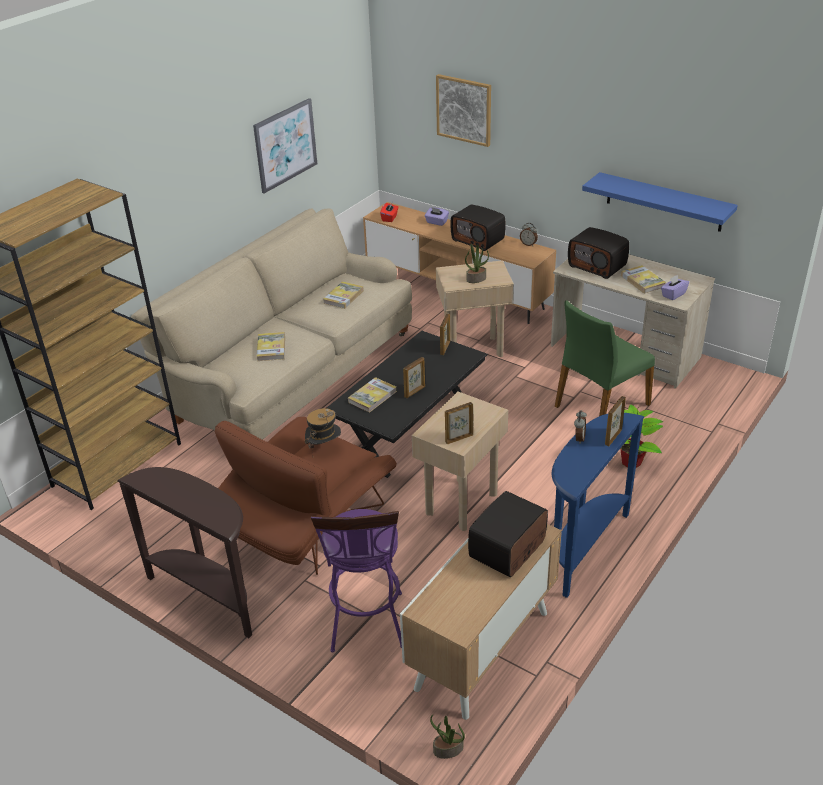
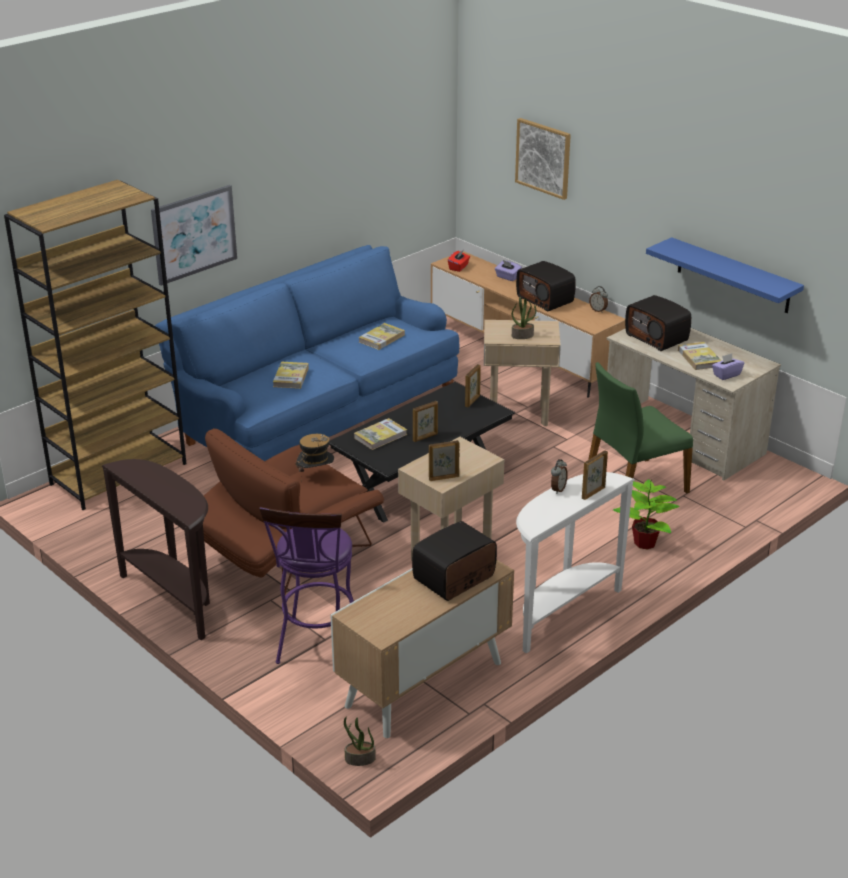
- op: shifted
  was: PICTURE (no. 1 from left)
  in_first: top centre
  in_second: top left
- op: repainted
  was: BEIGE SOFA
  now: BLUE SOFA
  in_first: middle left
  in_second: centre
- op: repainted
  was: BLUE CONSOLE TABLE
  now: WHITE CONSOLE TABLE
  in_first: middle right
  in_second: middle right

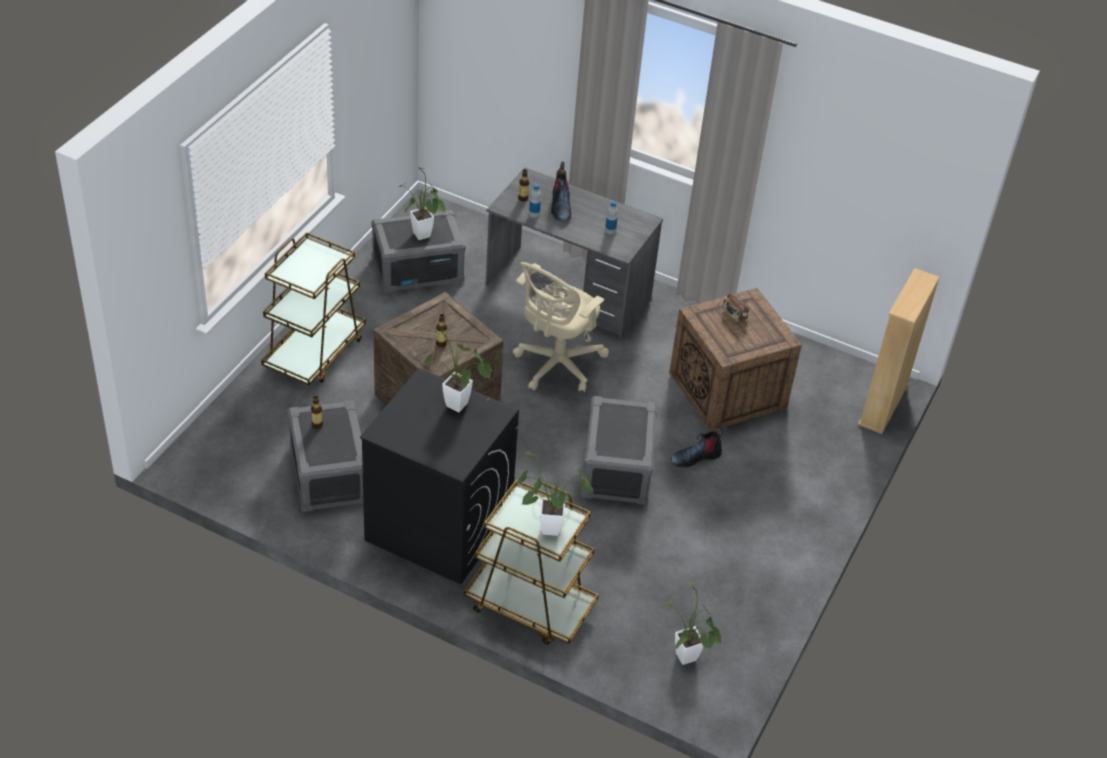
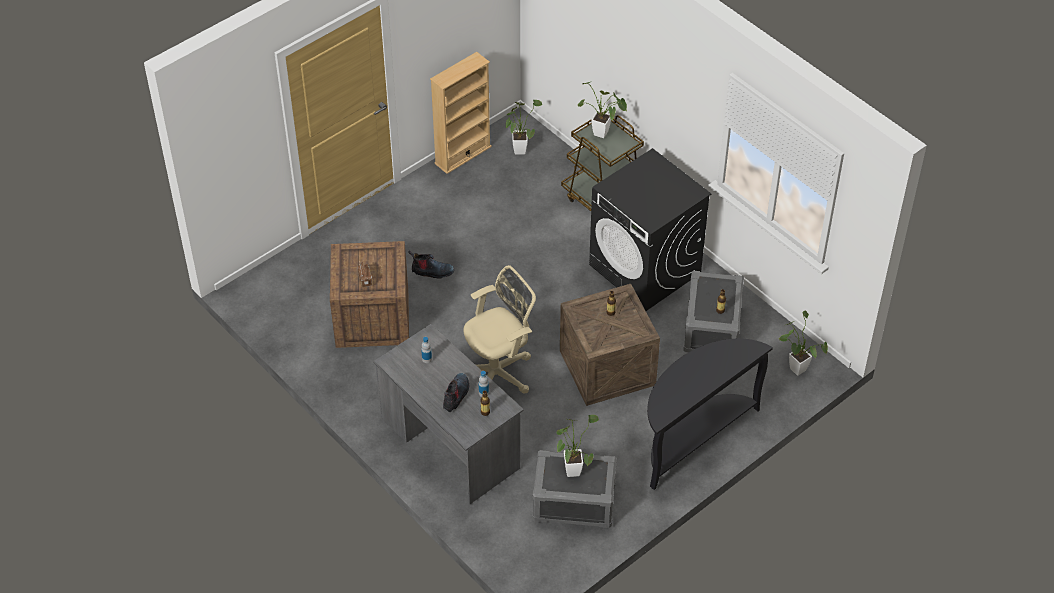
- op: shifted
  was: BEIGE BOOKCASE
  in_first: middle right
  in_second: top centre
- op: swapped
  was: BROWN CART (no. 1 from left)
  now: BLACK CONSOLE TABLE
  in_first: middle left
  in_second: bottom right
- op: shifted
  was: POTTED PLANT (no. 2 from left in the first image)
  now: POTTED PLANT (no. 4 from left)
  in_first: centre
  in_second: middle right
- op: gone
  was: GREY STORAGE BOX (no. 3 from left)
  in_first: centre

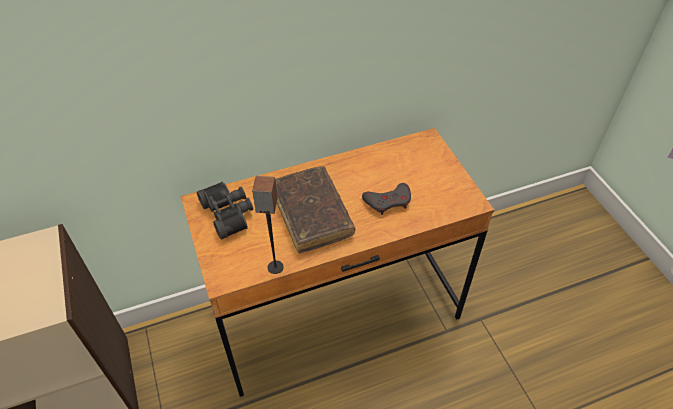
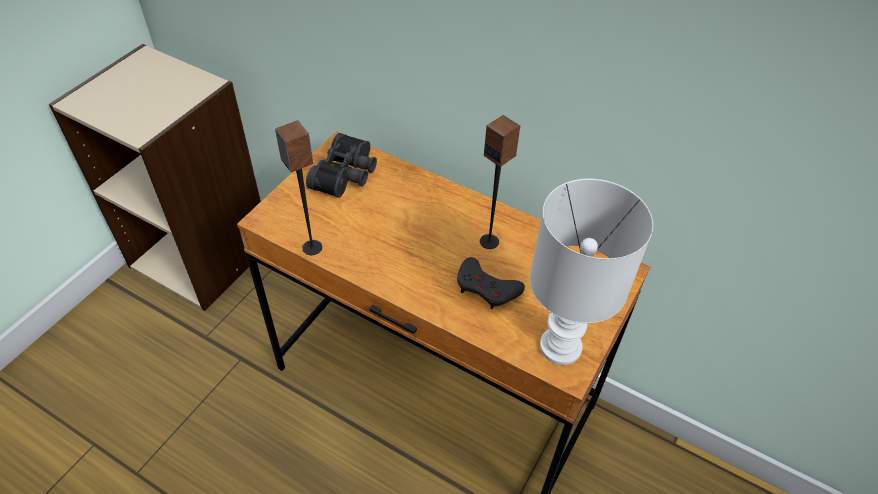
- op: new
  now: SPEAKER (no. 2 from left)
  in_second: centre
- op: new
  now: WHITE TABLE LAMP
  in_second: middle right
- op: gone
  was: BROWN BOOK
  in_first: centre

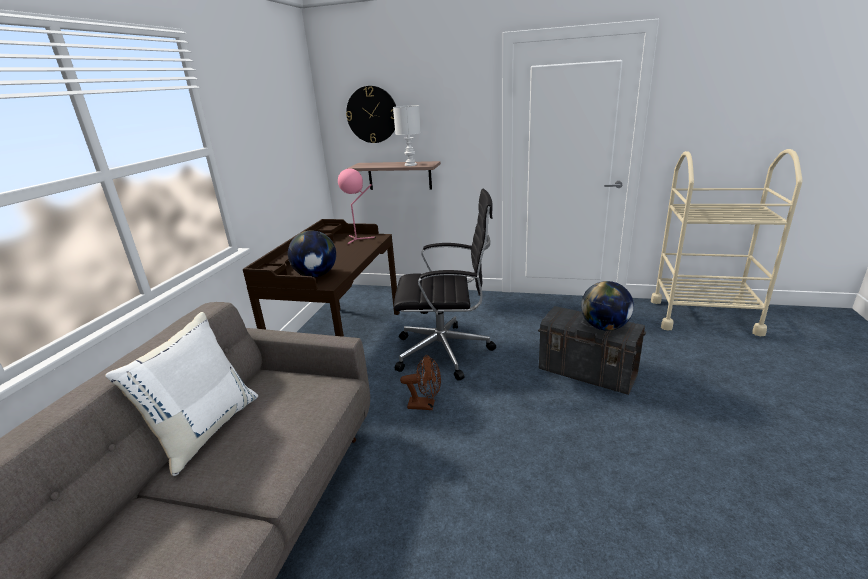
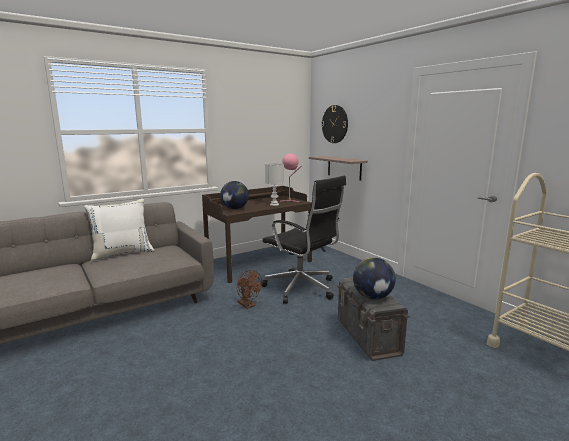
- op: shifted
  was: WHITE TABLE LAMP
  in_first: top centre
  in_second: centre

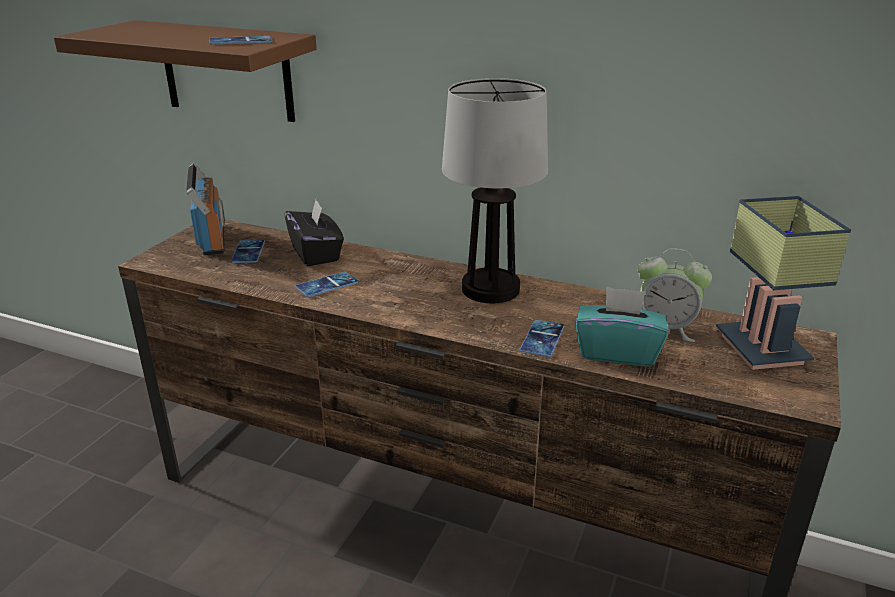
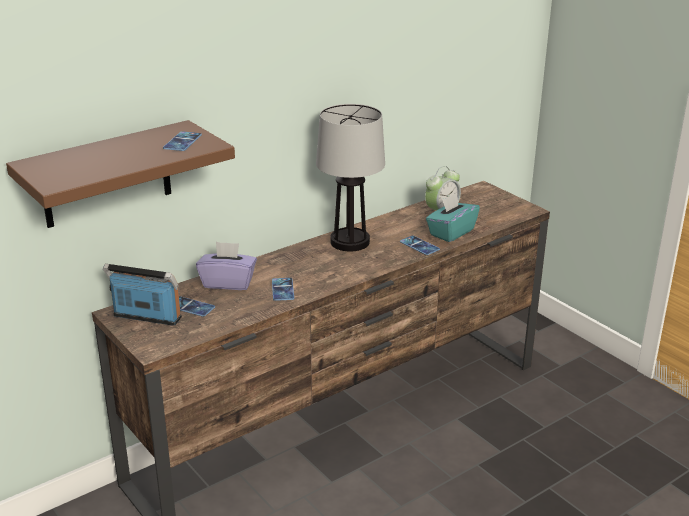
- op: repainted
  was: BLACK TISSUE BOX
  now: PURPLE TISSUE BOX
  in_first: centre
  in_second: middle left
- op: gone
  was: TABLE LAMP (no. 2 from left)
  in_first: middle right

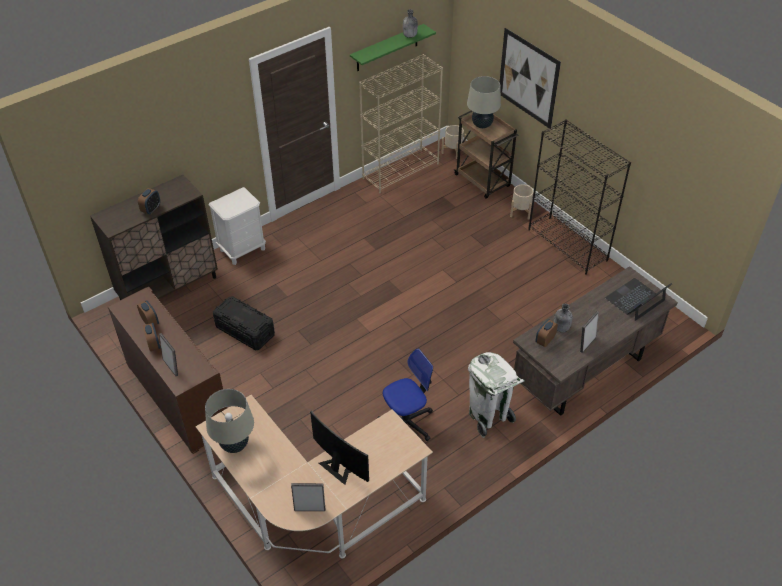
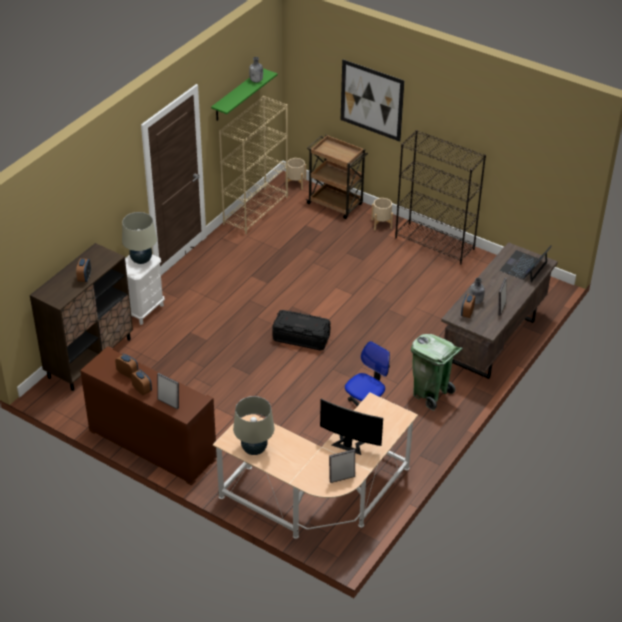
- op: shifted
  was: BEIGE TABLE LAMP (no. 2 from left in the first image)
  now: BEIGE TABLE LAMP (no. 1 from left)
  in_first: top centre
  in_second: middle left
- op: shifted
  was: BLACK STORAGE BOX
  in_first: middle left
  in_second: centre
- op: repainted
  was: WHITE TRASH CAN
  now: GREEN TRASH CAN
  in_first: bottom centre
  in_second: middle right

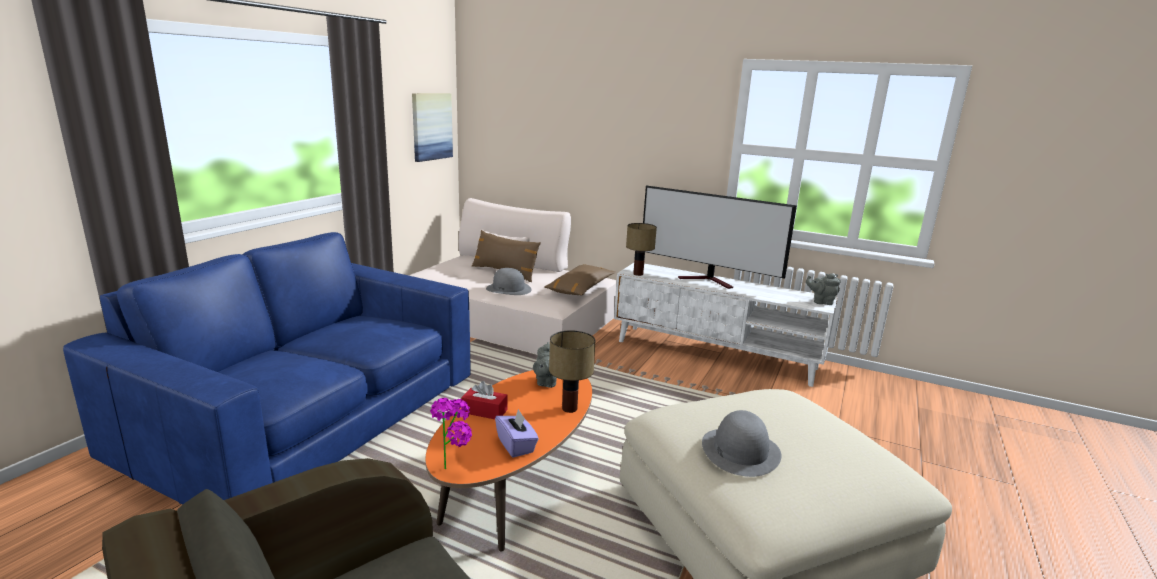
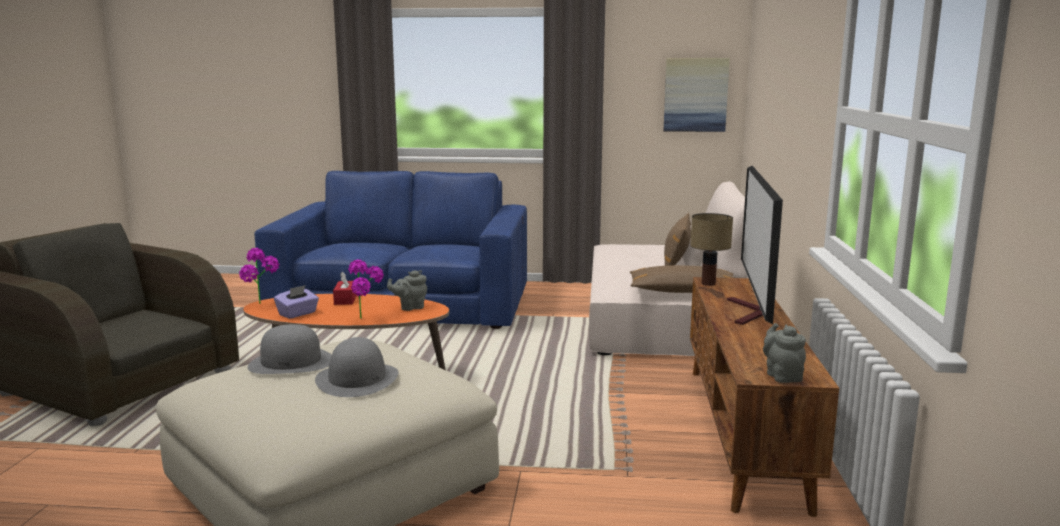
- op: shifted
  was: GREY HAT (no. 1 from left in the first image)
  now: GREY HAT (no. 2 from left)
  in_first: centre
  in_second: bottom centre
- op: swapped
  was: TABLE LAMP (no. 1 from left)
  now: POTTED PLANT (no. 2 from left)
  in_first: centre
  in_second: centre
- op: repainted
  was: WHITE TV STAND
  now: BROWN TV STAND
  in_first: centre
  in_second: bottom right

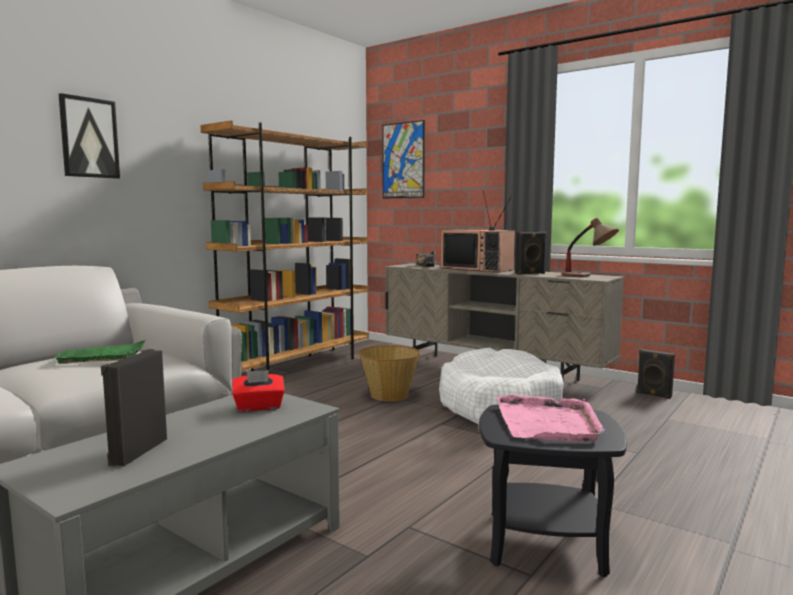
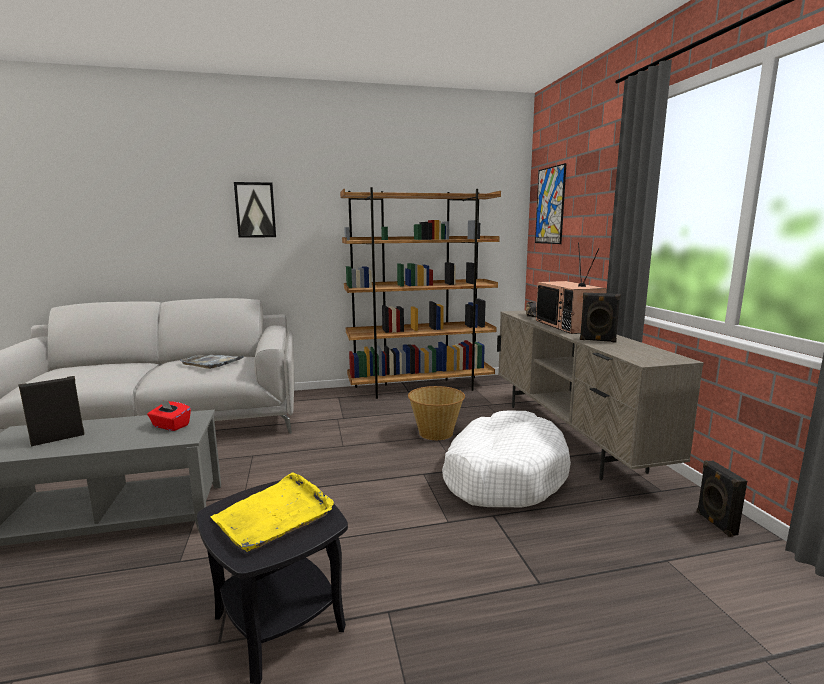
- op: repainted
  was: GREEN TRAY
  now: GREY TRAY
  in_first: middle left
  in_second: middle left
- op: repainted
  was: PINK TRAY
  now: YELLOW TRAY
  in_first: bottom right
  in_second: bottom left
- op: gone
  was: TABLE LAMP
  in_first: middle right

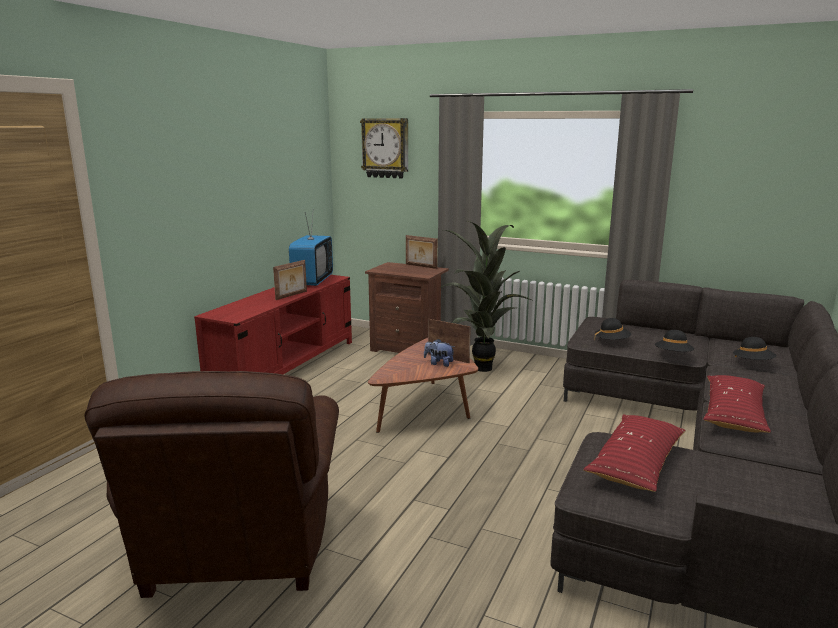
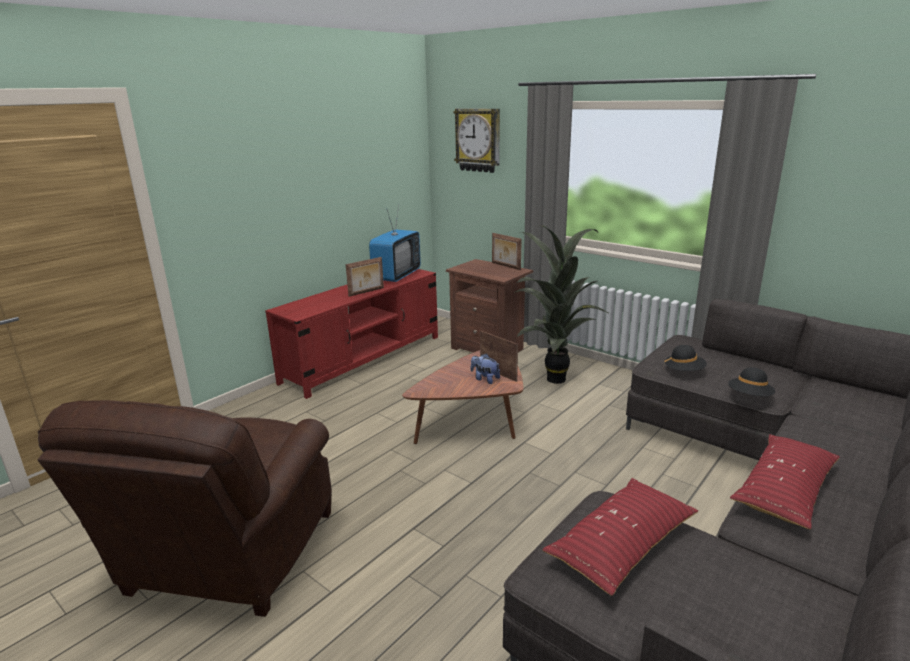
- op: gone
  was: BLACK HAT (no. 3 from left)
  in_first: middle right

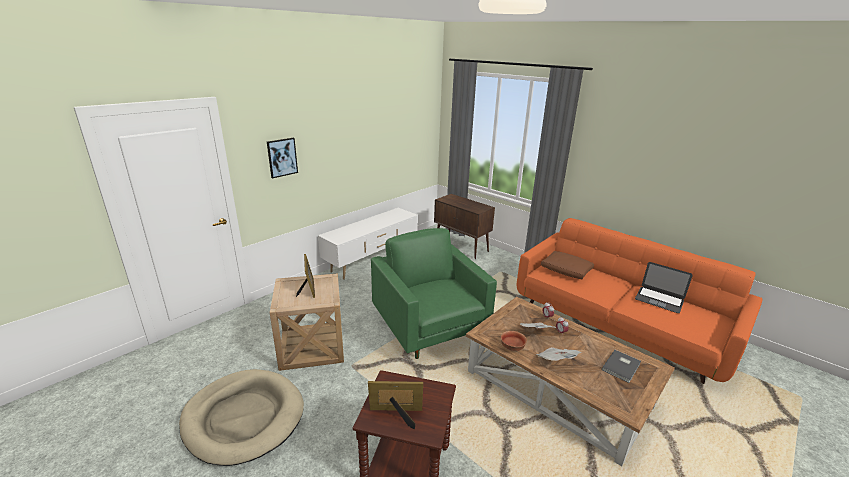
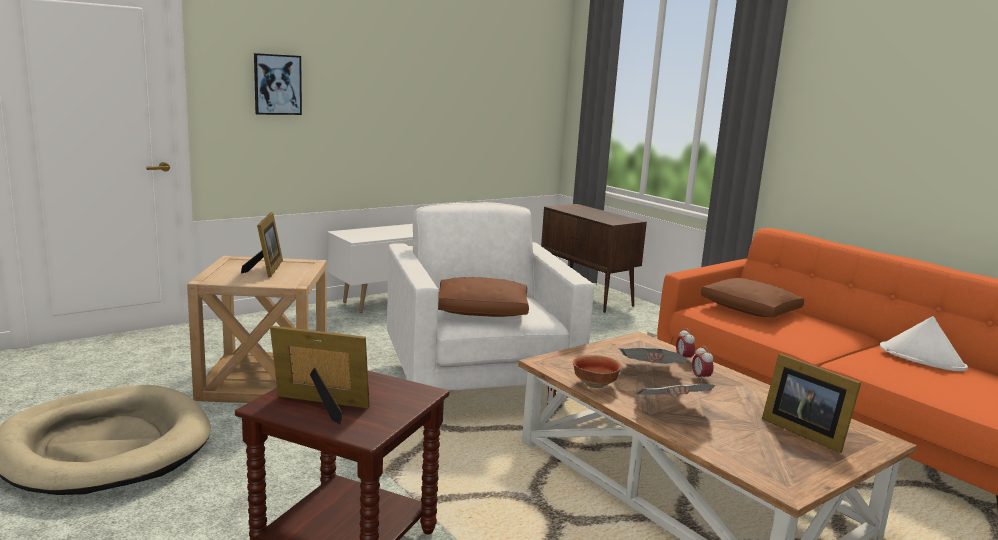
- op: repainted
  was: GREEN ARMCHAIR
  now: WHITE ARMCHAIR
  in_first: centre
  in_second: centre
- op: new
  now: BROWN PILLOW (no. 1 from left)
  in_second: centre
- op: swapped
  was: GREY BOOK
  now: PICTURE FRAME (no. 3 from left)
  in_first: bottom right
  in_second: bottom right
- op: swapped
  was: LAPTOP
  now: WHITE HAT
  in_first: middle right
  in_second: middle right

